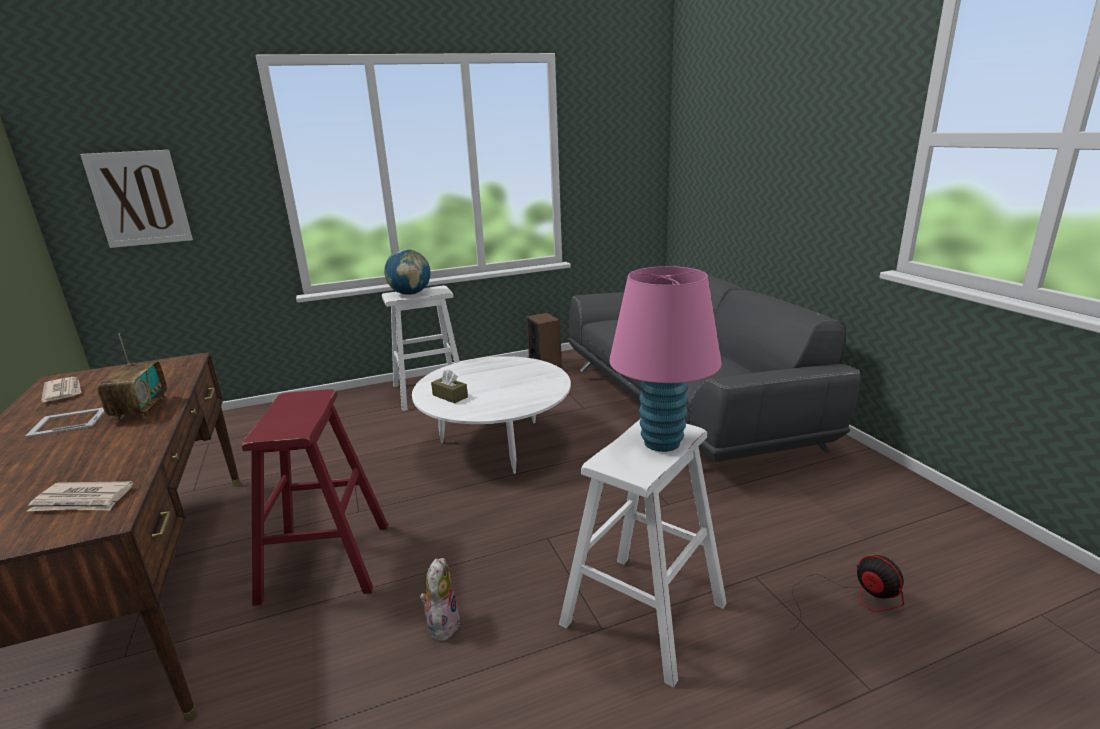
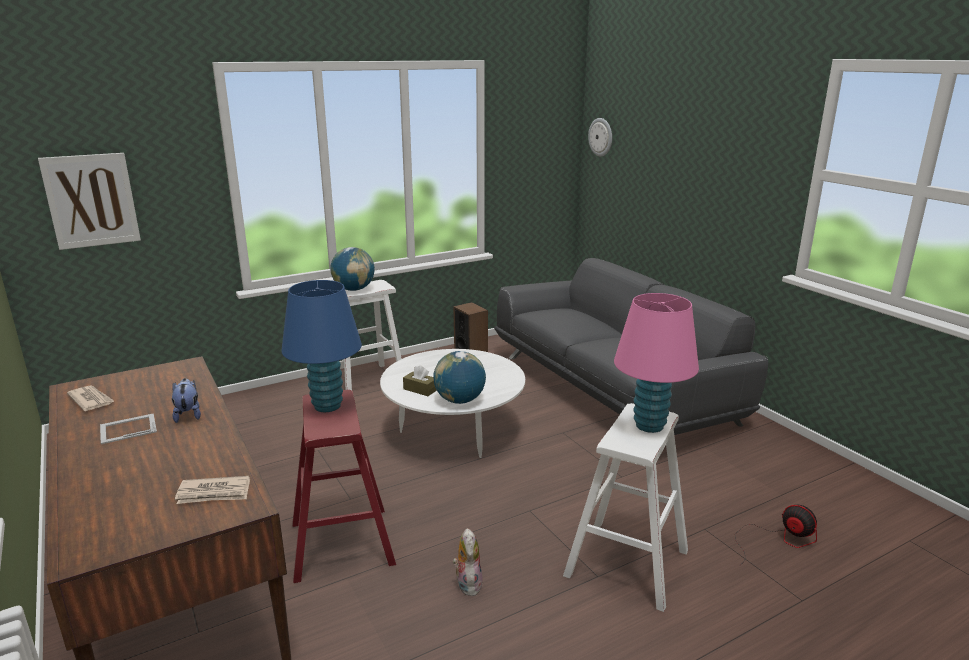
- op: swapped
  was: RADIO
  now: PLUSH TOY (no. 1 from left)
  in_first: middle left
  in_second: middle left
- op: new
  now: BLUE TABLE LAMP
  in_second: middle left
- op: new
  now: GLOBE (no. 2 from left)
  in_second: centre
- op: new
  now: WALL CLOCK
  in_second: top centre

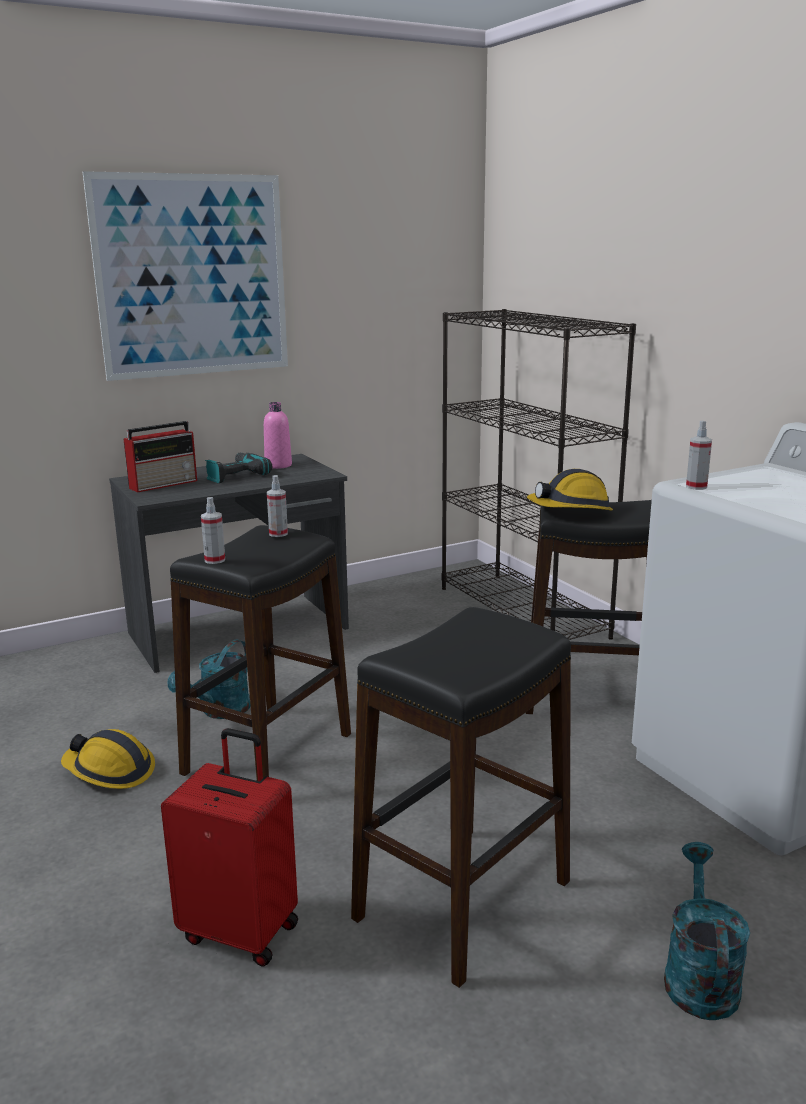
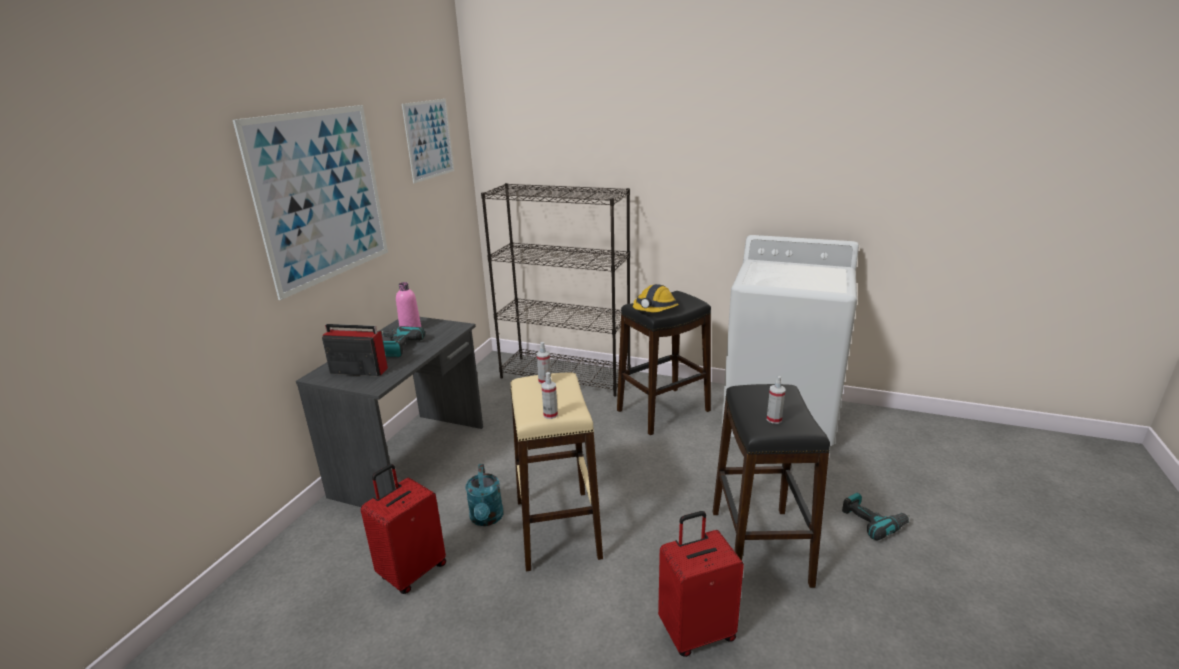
- op: rotated
  was: RADIO
  in_first: middle left
  in_second: middle left
  clockwise: -90
- op: new
  now: RED SUITCASE (no. 1 from left)
  in_second: bottom centre
- op: new
  now: PICTURE (no. 2 from left)
  in_second: top centre
- op: repainted
  was: BLACK STOOL (no. 1 from left)
  now: BEIGE STOOL
  in_first: middle left
  in_second: bottom centre
- op: shifted
  was: SPRAY BOTTLE (no. 3 from left)
  in_first: middle right
  in_second: centre
- op: swapped
  was: TURQUOISE WATERING CAN (no. 2 from left)
  now: POWER DRILL (no. 2 from left)
  in_first: bottom right
  in_second: bottom right
- op: gone
  was: HARD HAT (no. 1 from left)
  in_first: bottom left

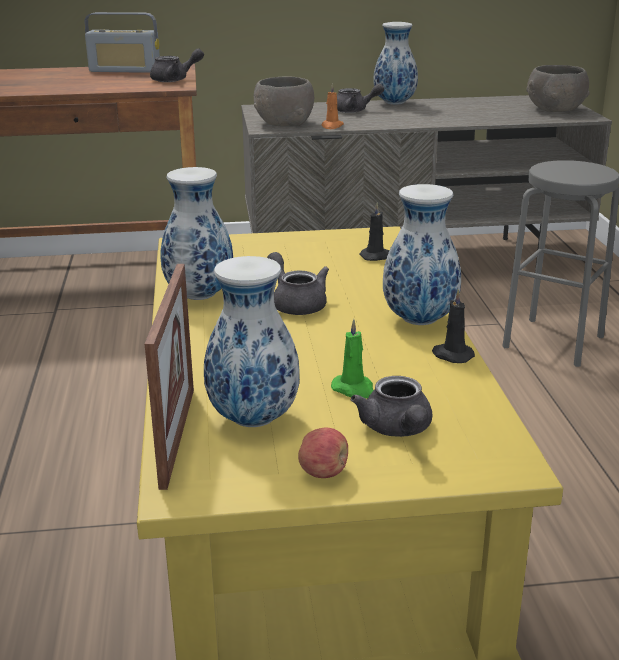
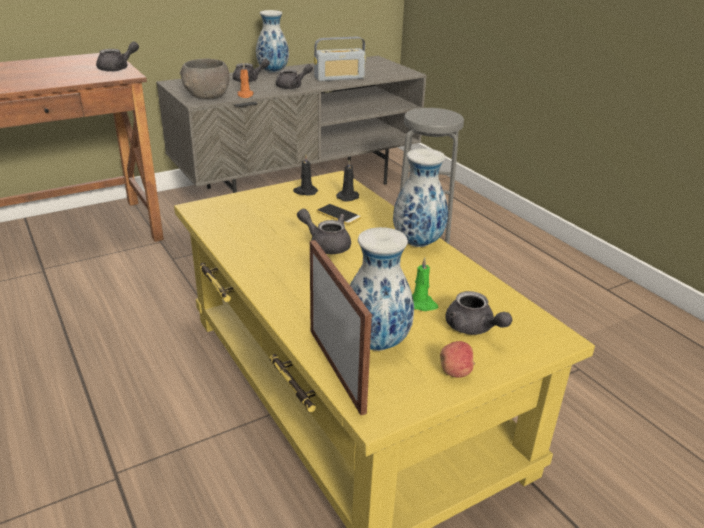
- op: new
  now: GREY TEAPOT (no. 3 from left)
  in_second: top centre
- op: shifted
  was: BLACK CANDLE (no. 2 from left in the first image)
  now: BLACK CANDLE (no. 1 from left)
  in_first: middle right
  in_second: top centre
- op: shifted
  was: RADIO
  in_first: top left
  in_second: top centre
- op: new
  now: PHONE
  in_second: centre
- op: gone
  was: VASE (no. 1 from left)
  in_first: middle left
- op: gone
  was: GREY BOWL (no. 2 from left)
  in_first: top right

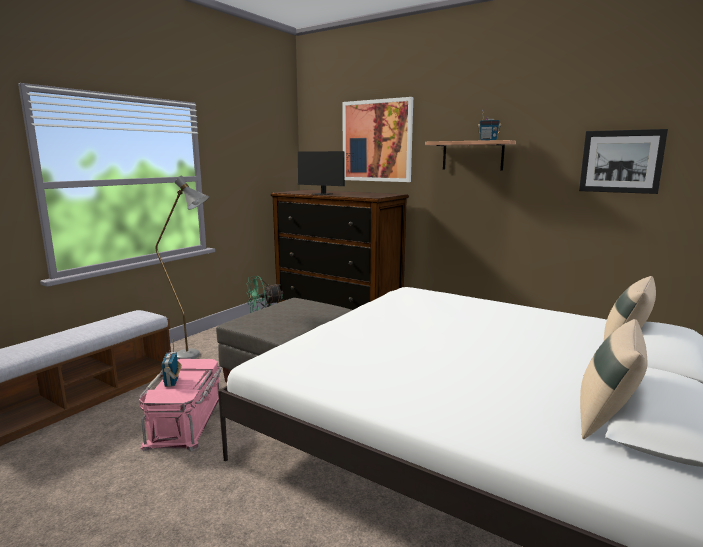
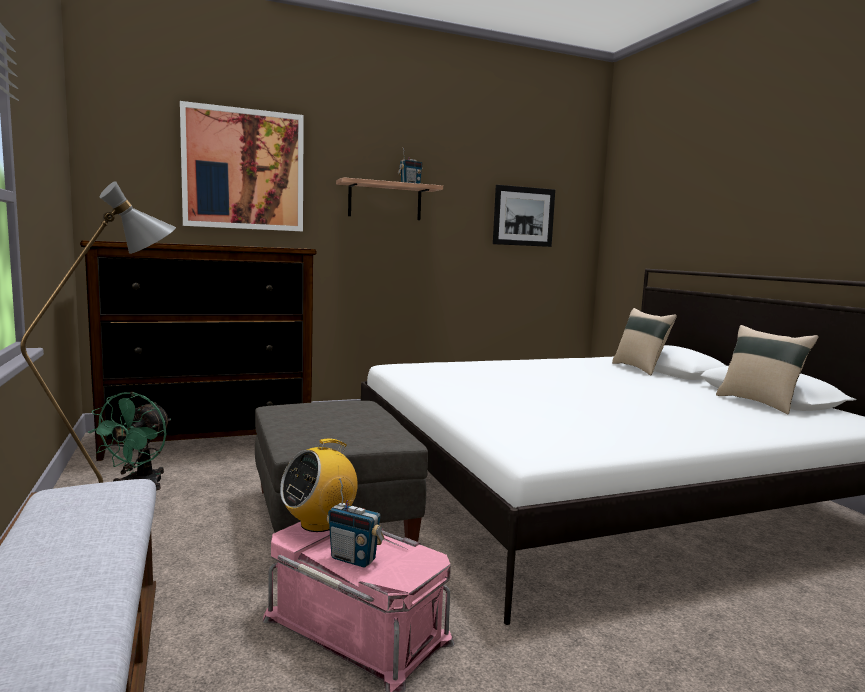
- op: new
  now: RADIO (no. 1 from left)
  in_second: bottom centre
- op: gone
  was: MONITOR
  in_first: top centre

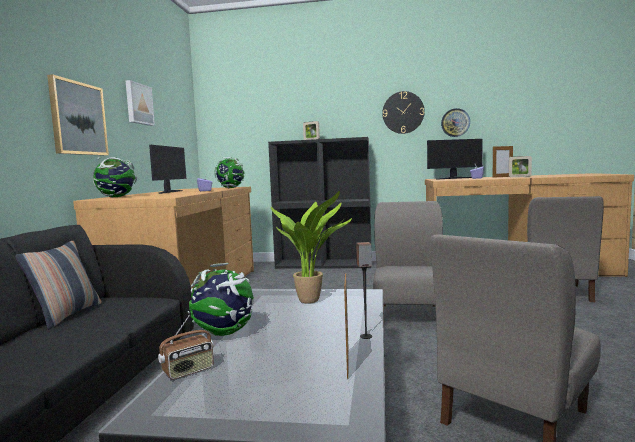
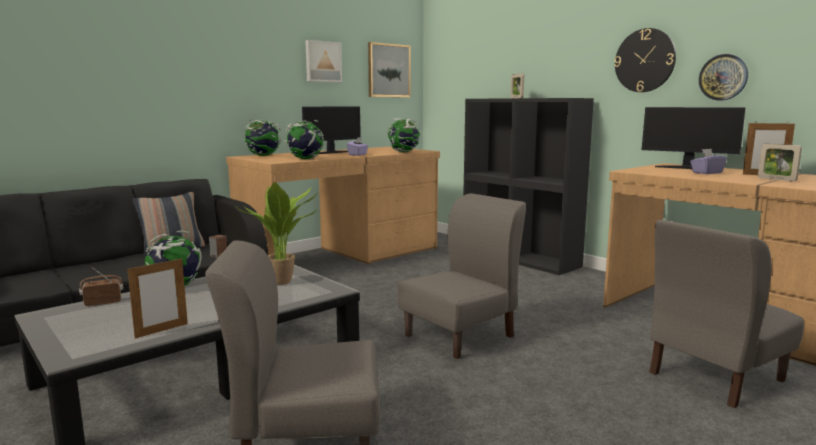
- op: rotated
  was: RADIO
  in_first: bottom left
  in_second: middle left
  clockwise: 150
- op: new
  now: GLOBE (no. 3 from left)
  in_second: top centre
- op: shifted
  was: PICTURE (no. 1 from left in the first image)
  now: PICTURE (no. 2 from left)
  in_first: top left
  in_second: top centre

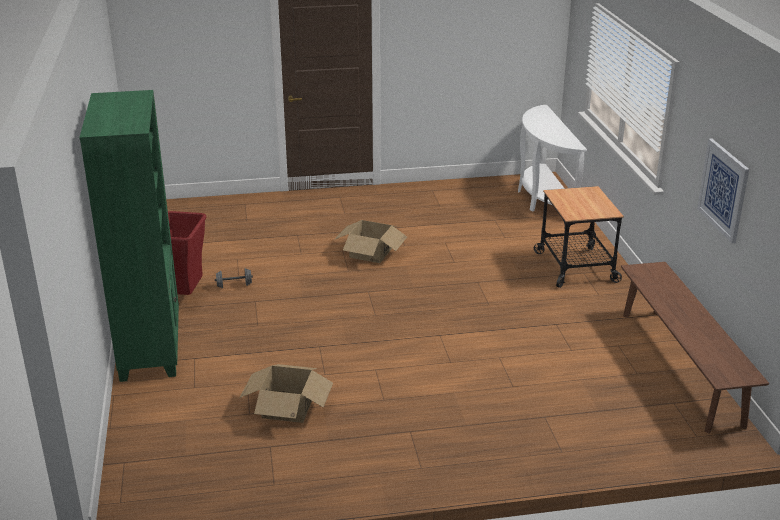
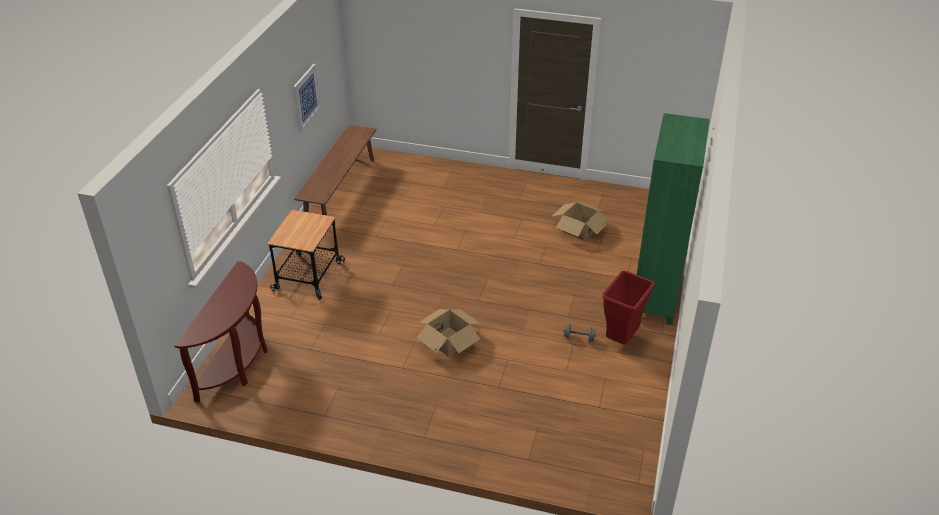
- op: repainted
  was: WHITE CONSOLE TABLE
  now: BROWN CONSOLE TABLE
  in_first: top right
  in_second: middle left

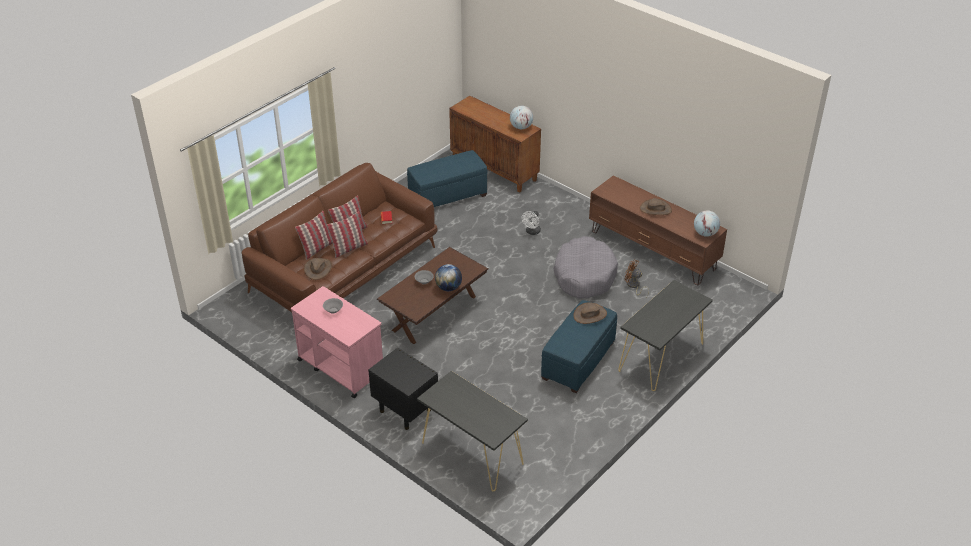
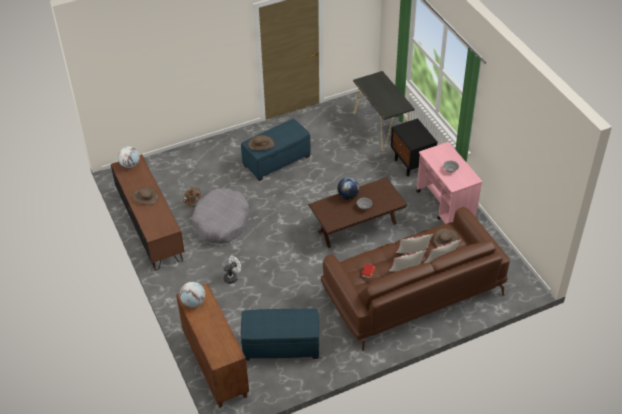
- op: gone
  was: BLACK CONSOLE TABLE (no. 2 from left)
  in_first: middle right

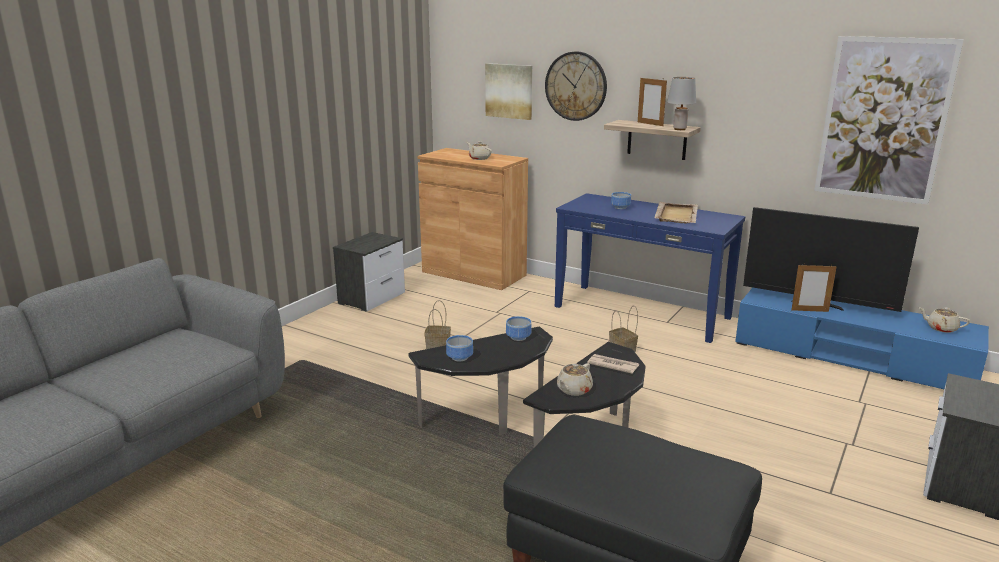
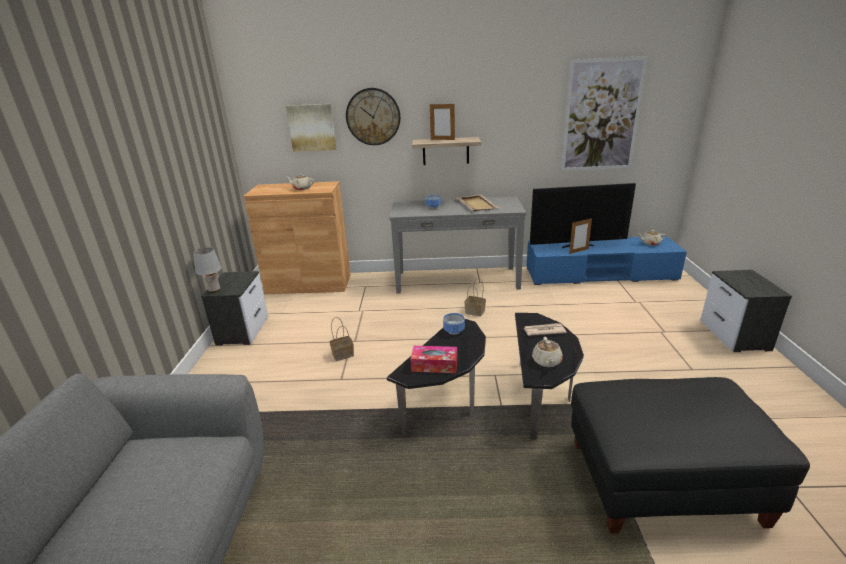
- op: shifted
  was: GREY TABLE LAMP
  in_first: top right
  in_second: middle left
- op: repainted
  was: BLUE CONSOLE TABLE
  now: GREY CONSOLE TABLE
  in_first: centre
  in_second: centre
- op: swapped
  was: BOWL (no. 1 from left)
  now: TISSUE BOX
  in_first: centre
  in_second: centre

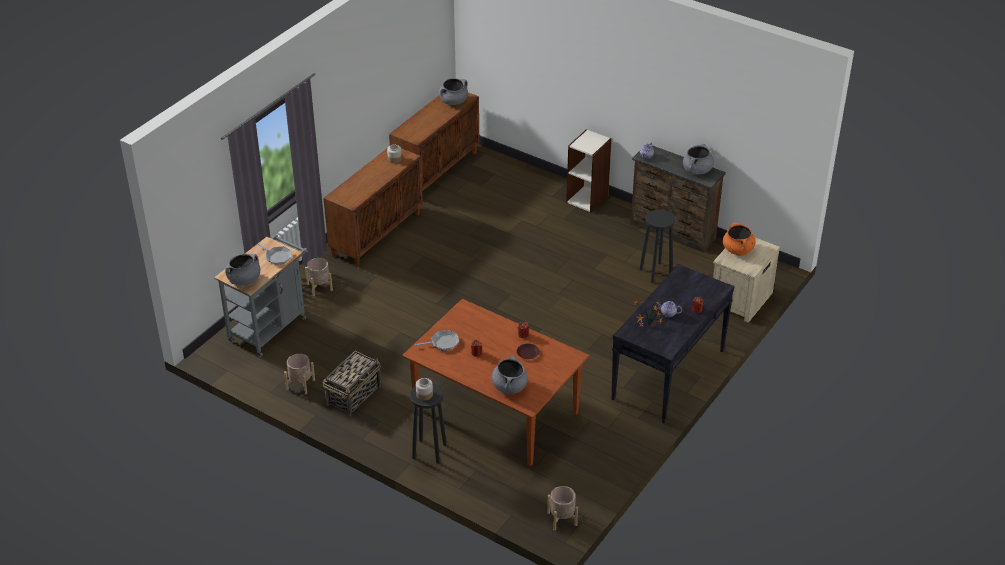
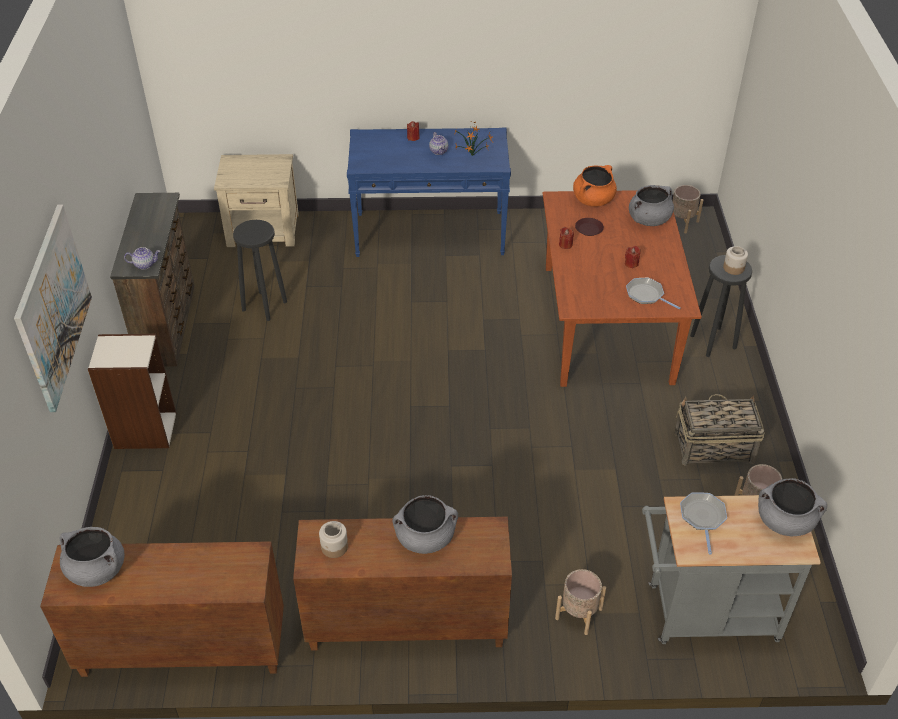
- op: new
  now: PICTURE
  in_second: middle left
- op: repainted
  was: BLACK CONSOLE TABLE
  now: BLUE CONSOLE TABLE
  in_first: middle right
  in_second: top centre
- op: shifted
  was: GREY COOKING POT (no. 4 from left in the first image)
  now: GREY COOKING POT (no. 2 from left)
  in_first: top right
  in_second: bottom centre
- op: shifted
  was: ORANGE COOKING POT
  in_first: middle right
  in_second: top centre

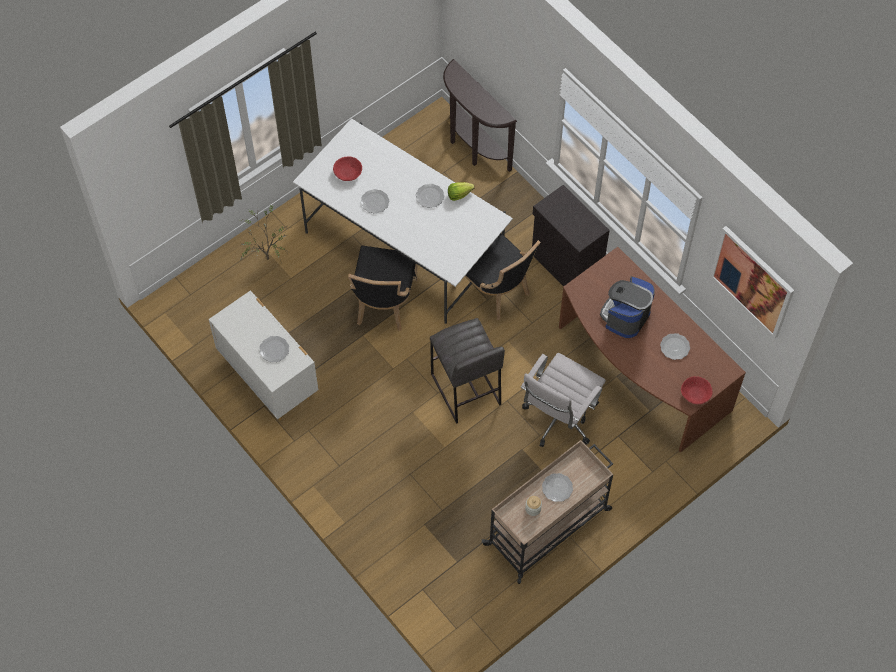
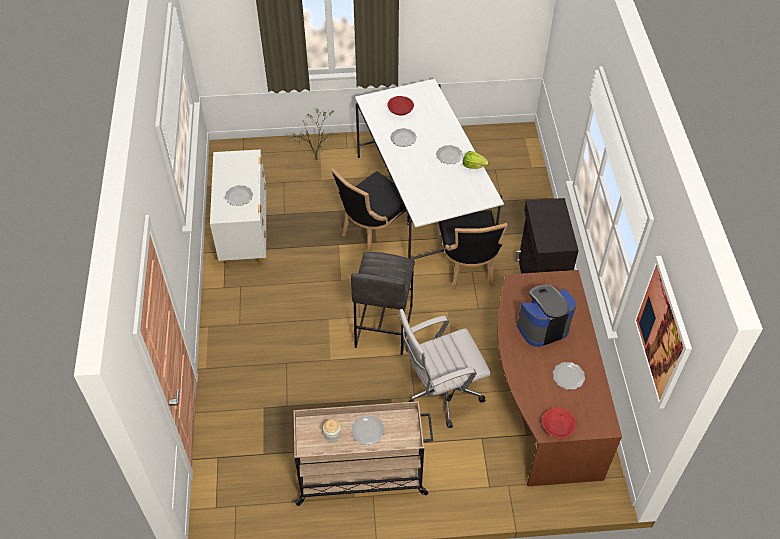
- op: gone
  was: BROWN CONSOLE TABLE
  in_first: top centre

